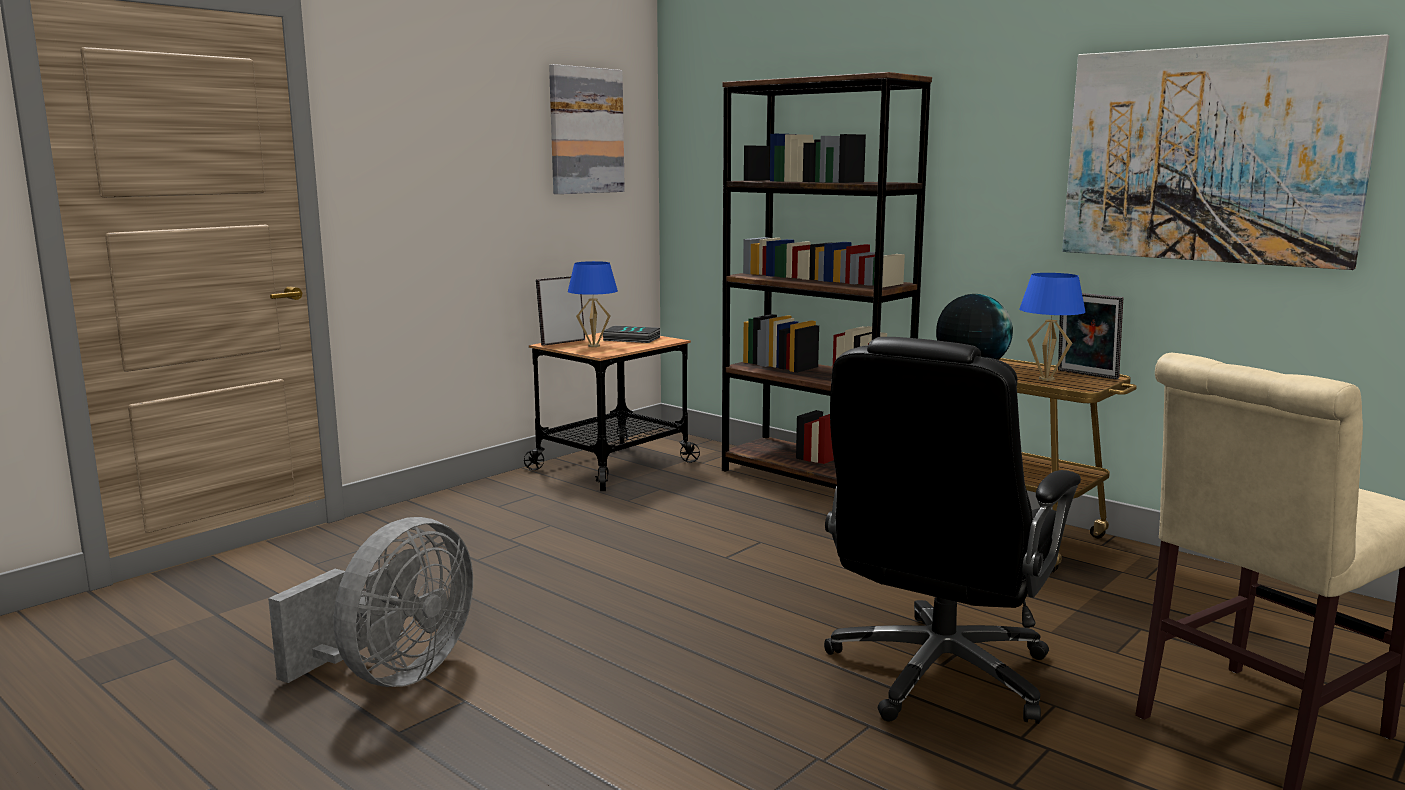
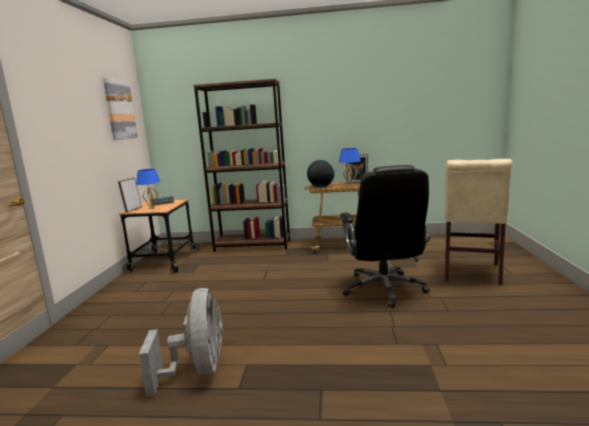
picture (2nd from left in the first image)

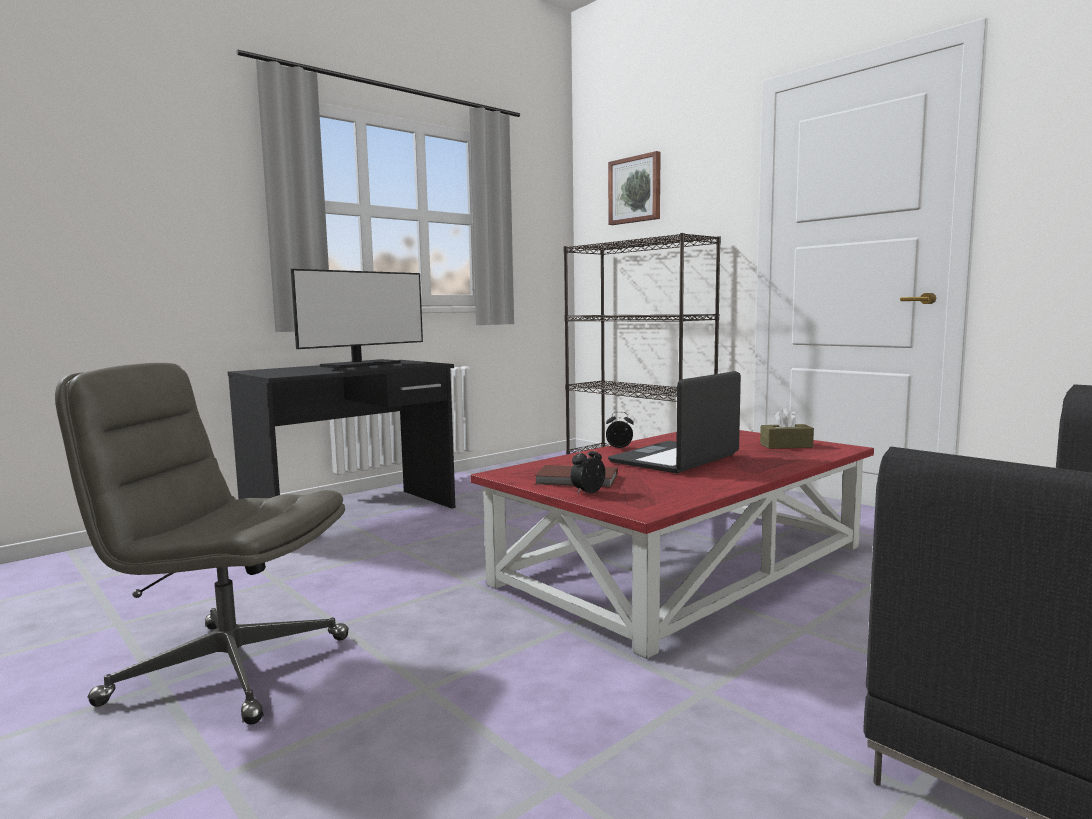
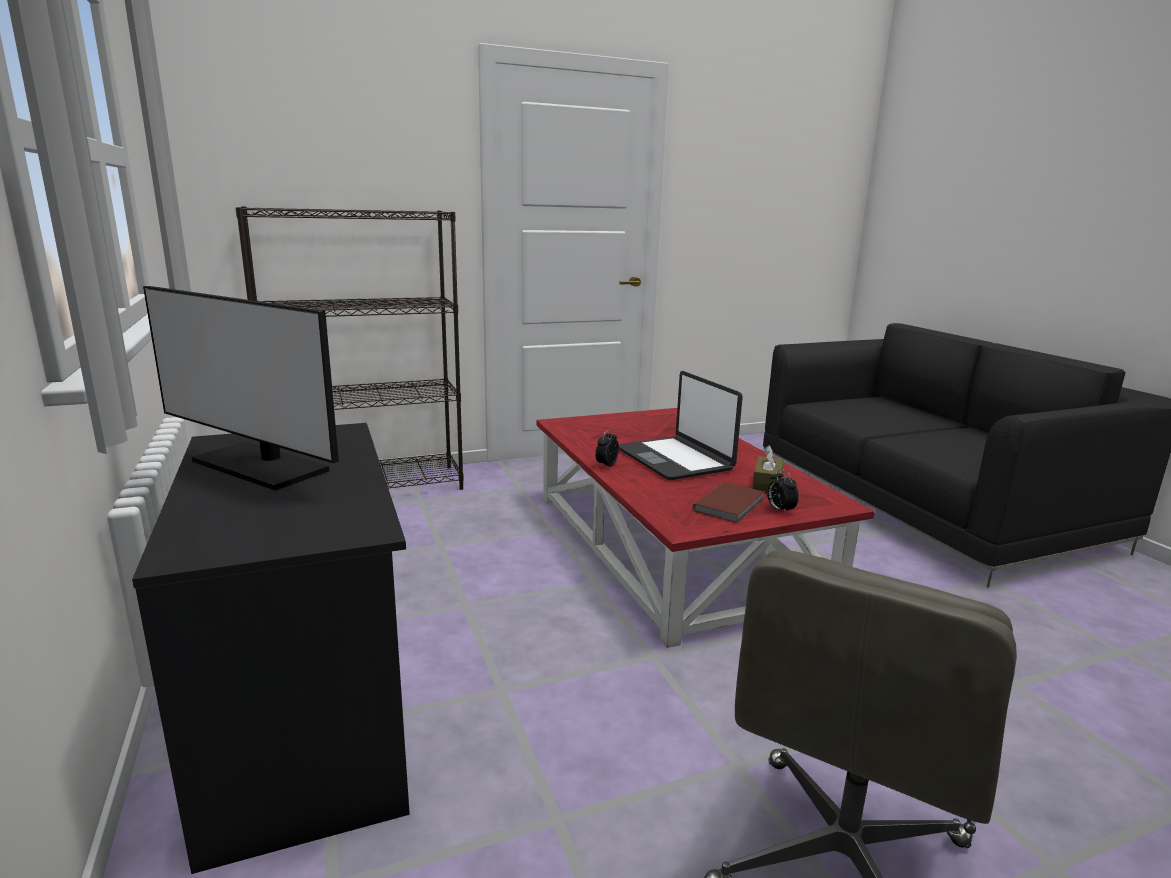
computer display
tissue box (brown)
picture

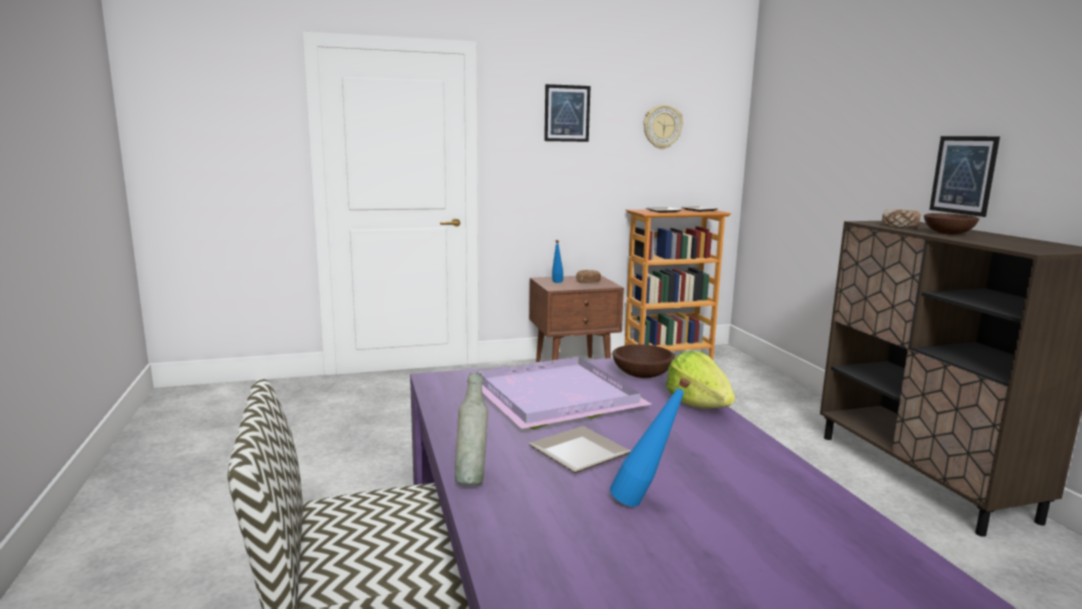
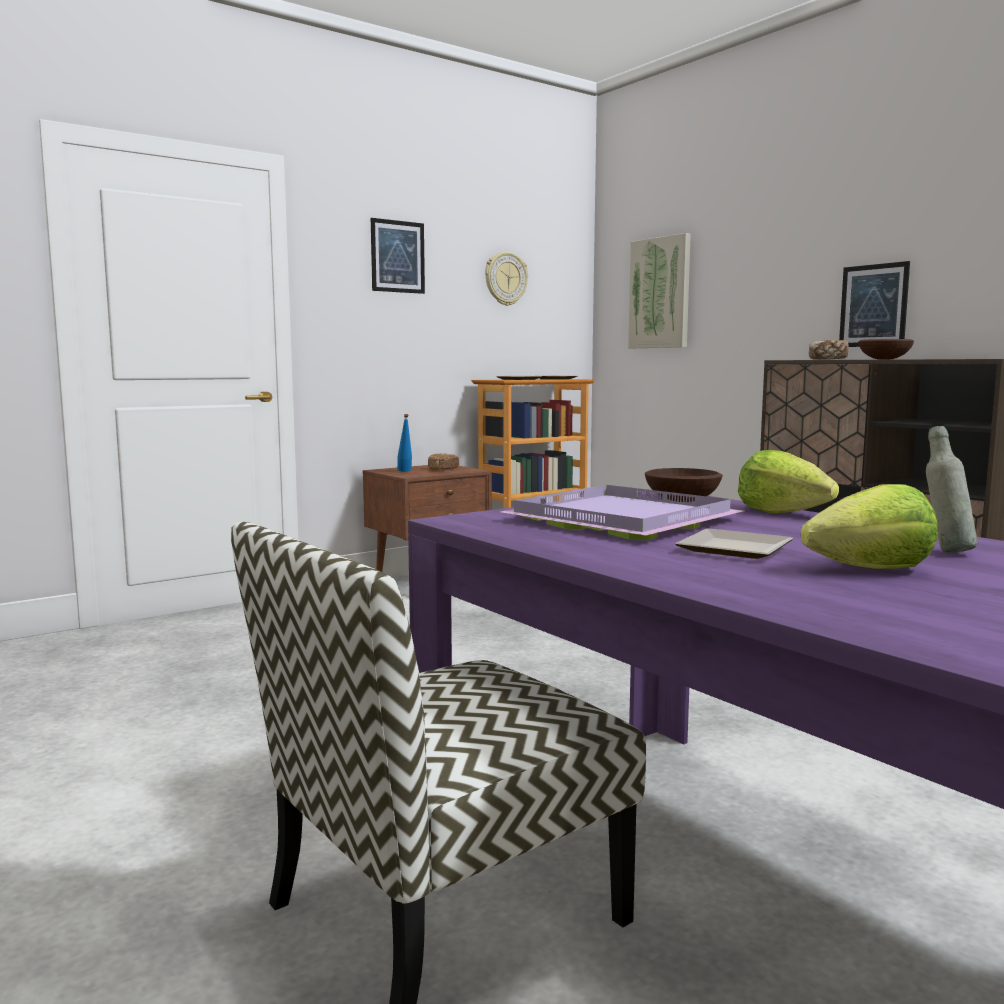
picture (2nd from left)
head of lettuce (2nd from left)
bottle (greyish)

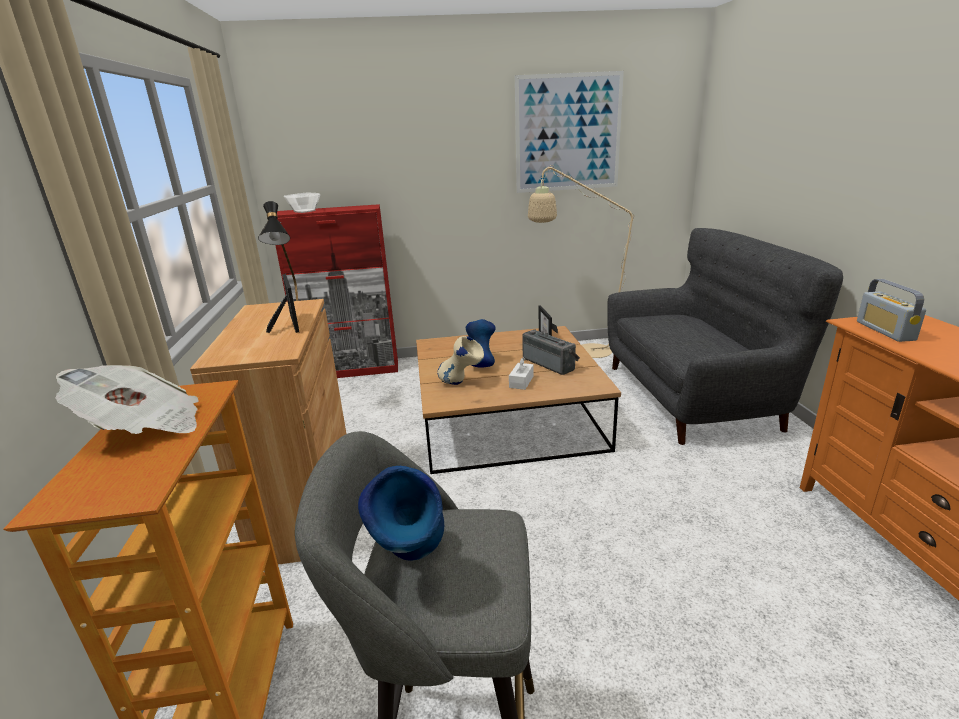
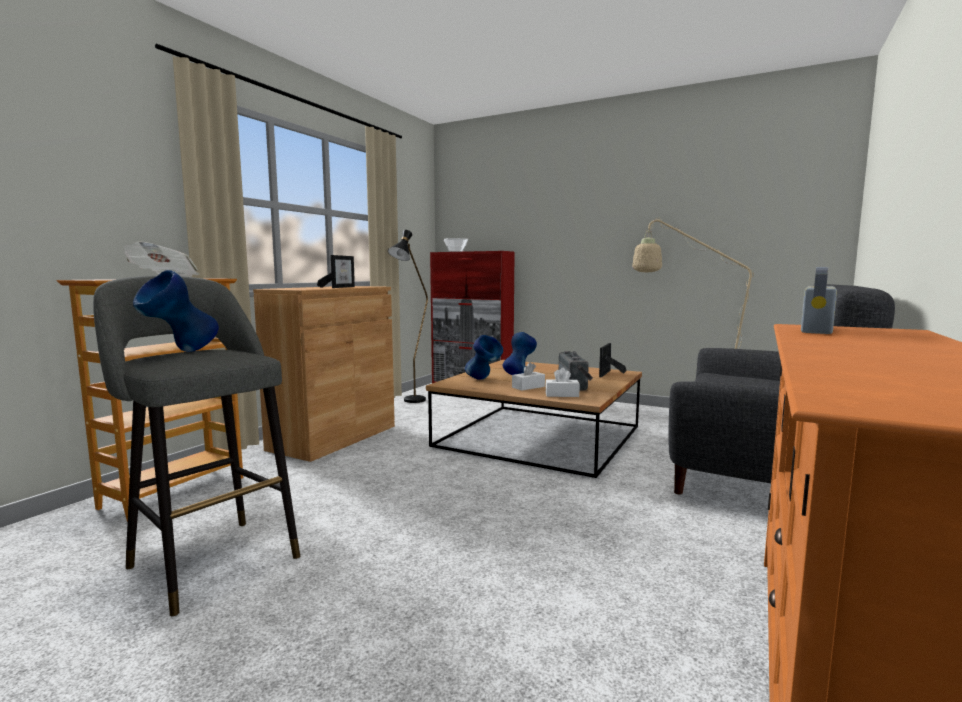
vase (bluish) (2nd from left)
tissue box (white) (2nd from left)
picture

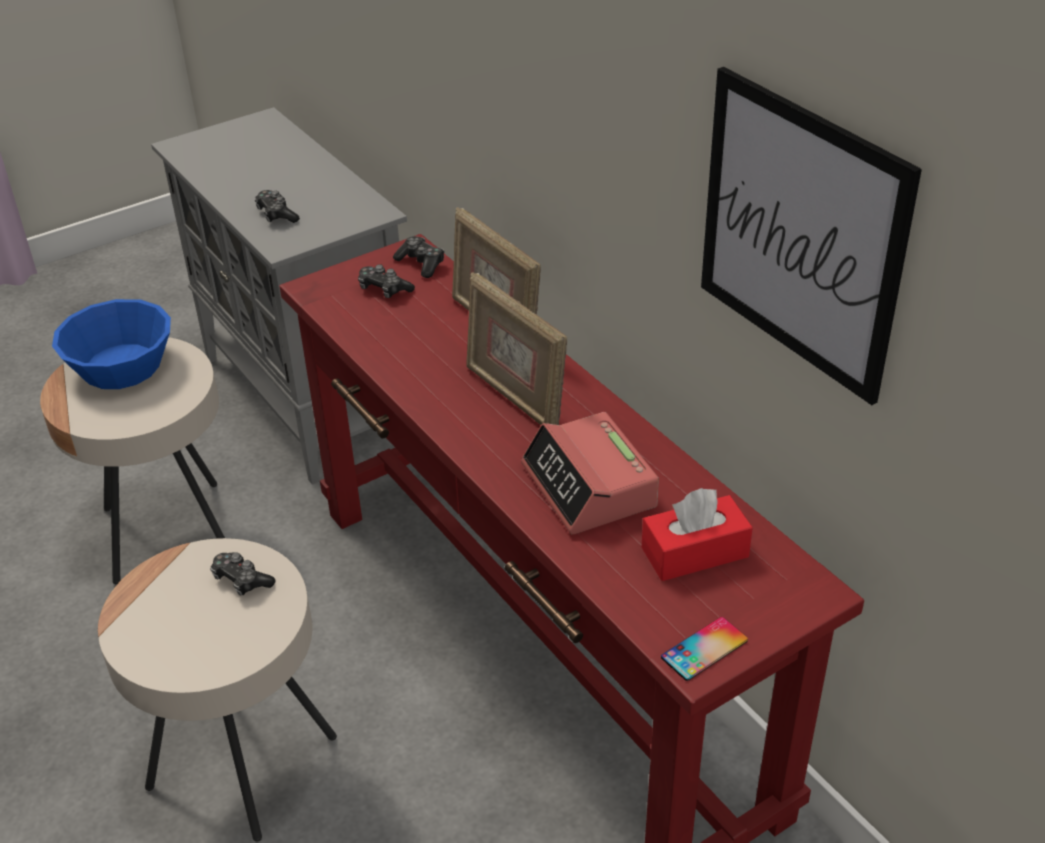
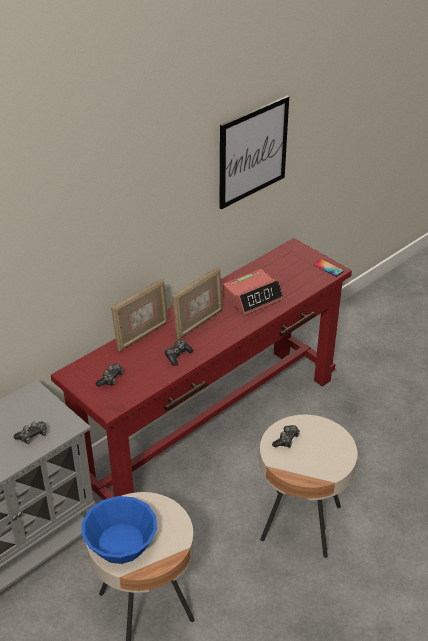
gamepad (3rd from left)
tissue box (red)

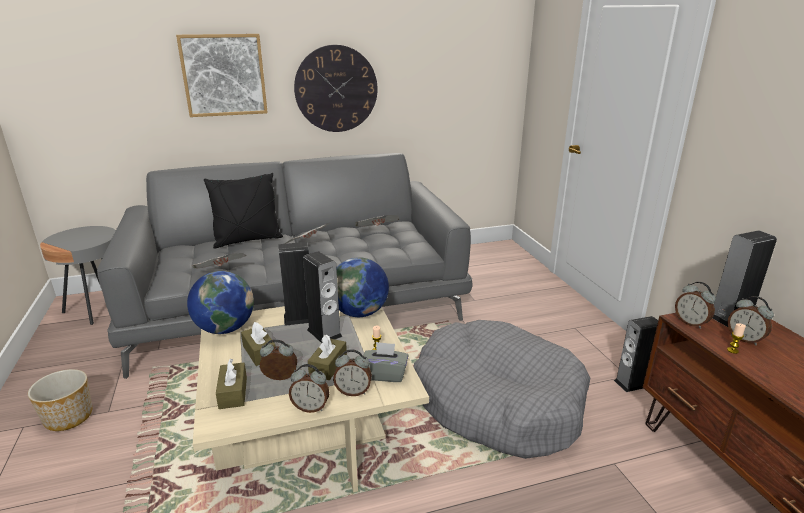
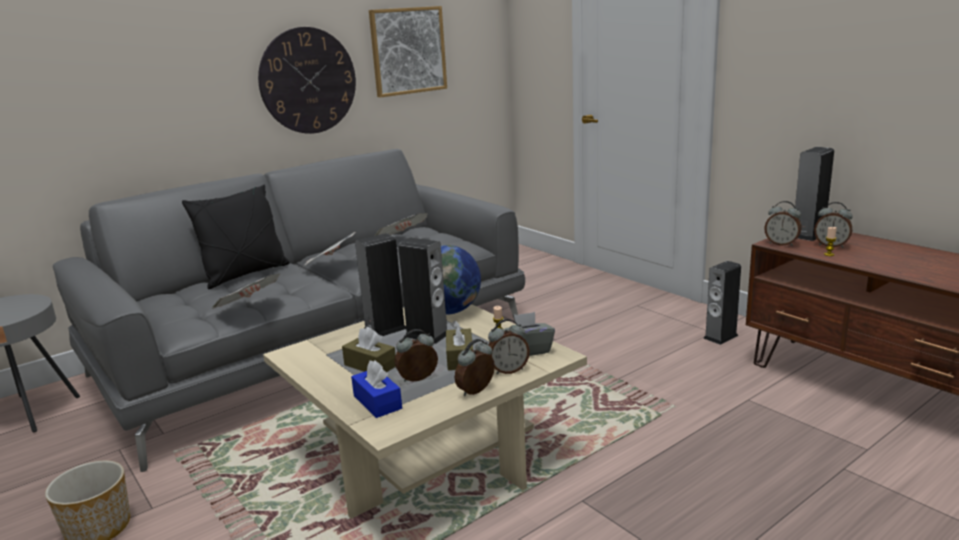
tissue box (bluish)
picture
alarm clock (2nd from left)
desk globe (1st from left in the first image)
dog bed (greyish)

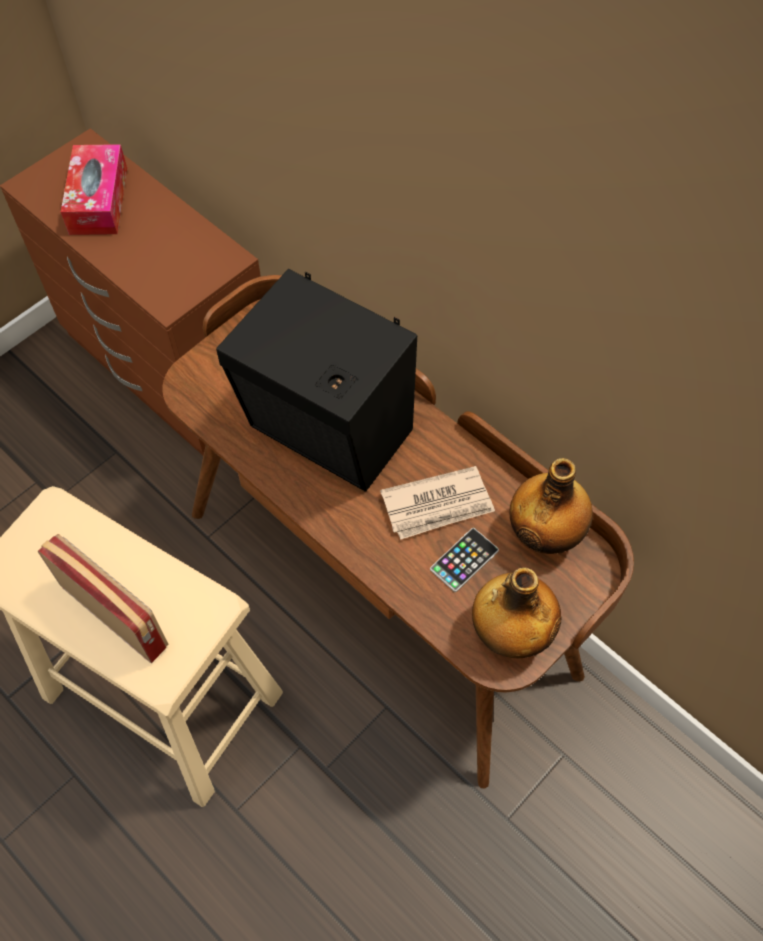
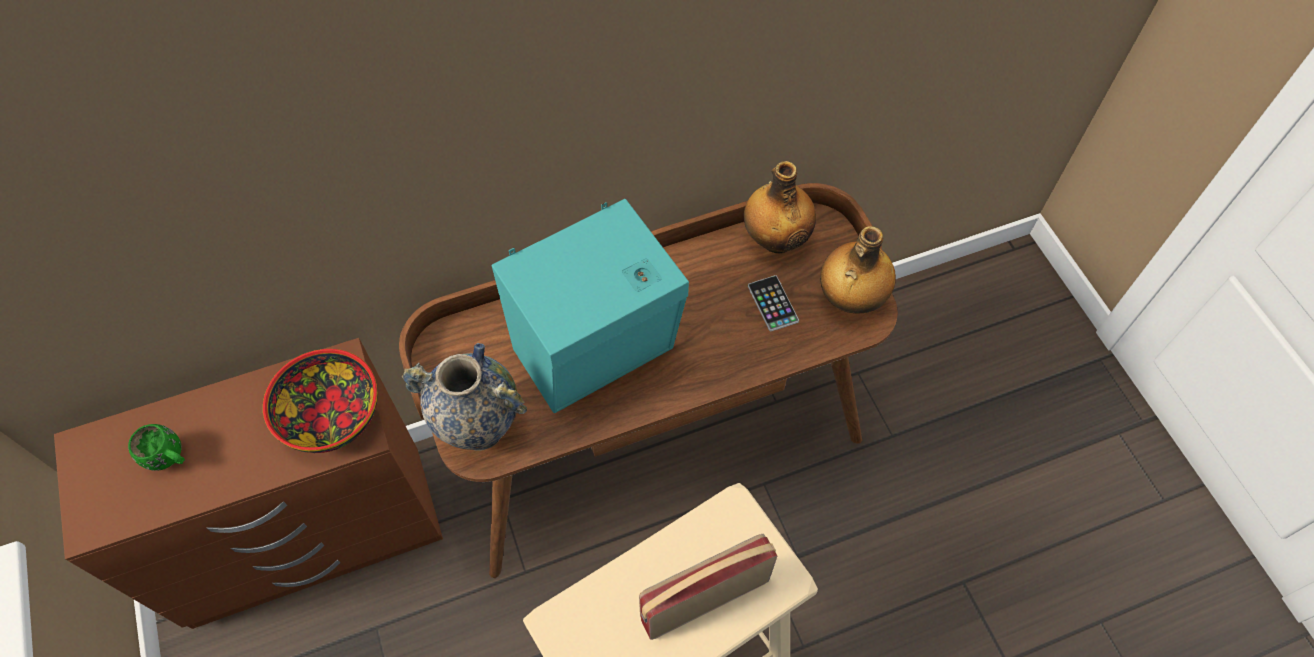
coffee mug (green-coloured)
deep dish
vase
speaker (turquoise-coloured)
daily paper

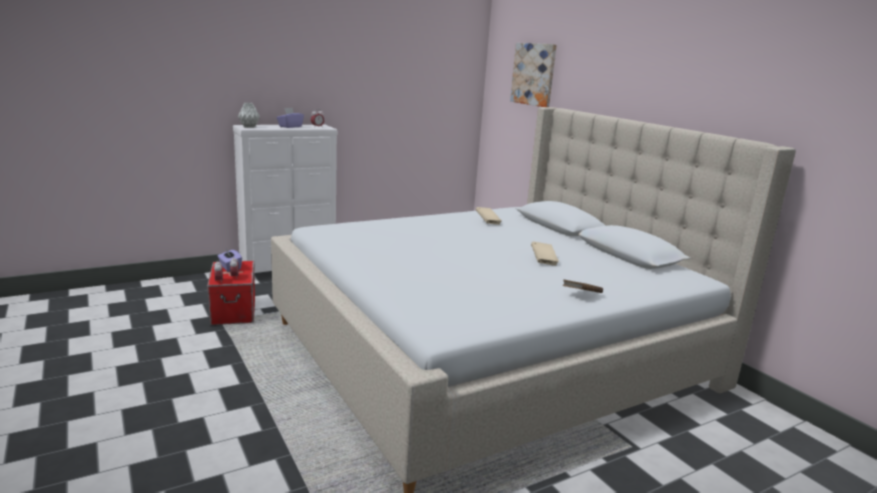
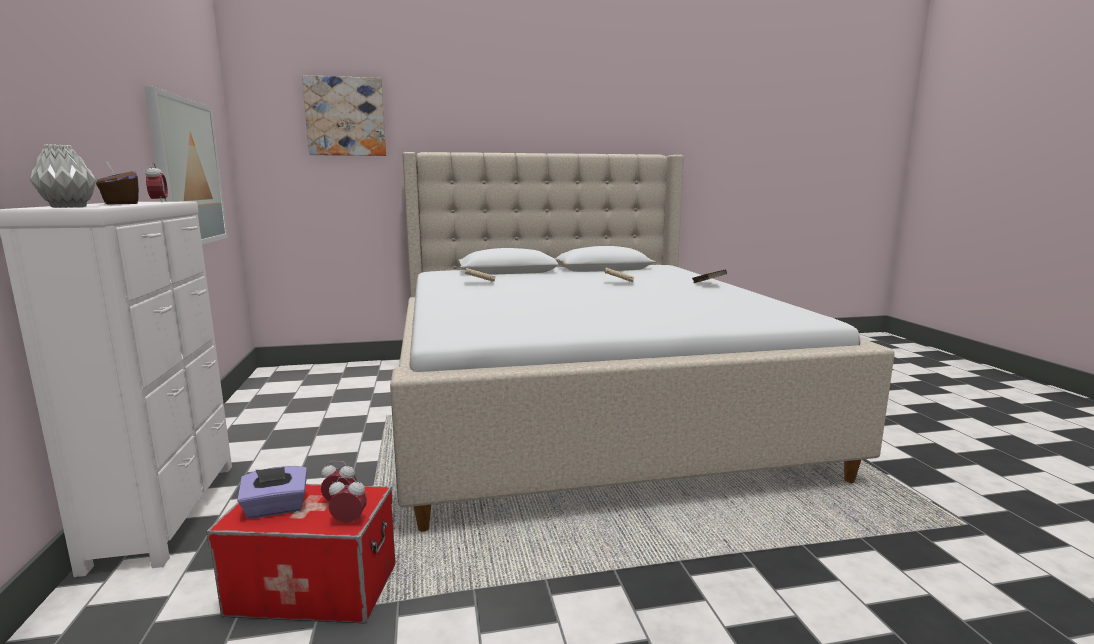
tissue box (brown)
picture (1st from left)

